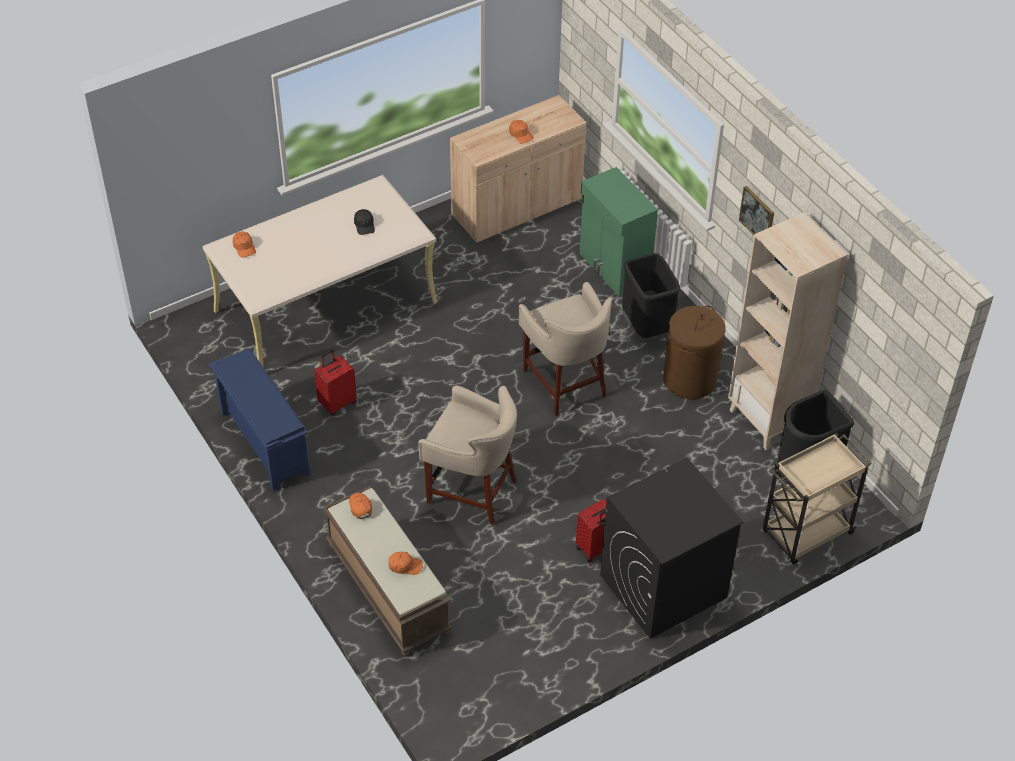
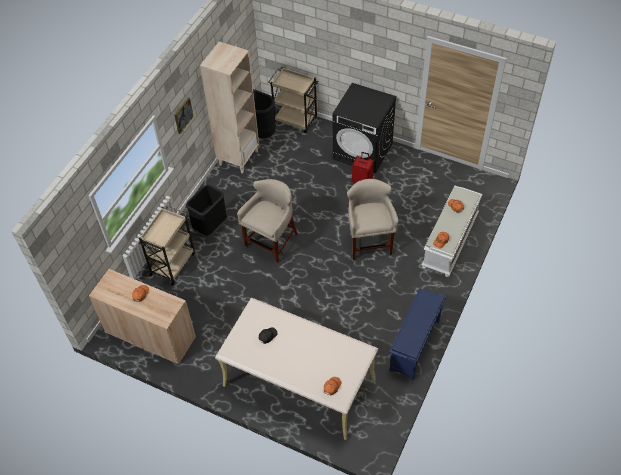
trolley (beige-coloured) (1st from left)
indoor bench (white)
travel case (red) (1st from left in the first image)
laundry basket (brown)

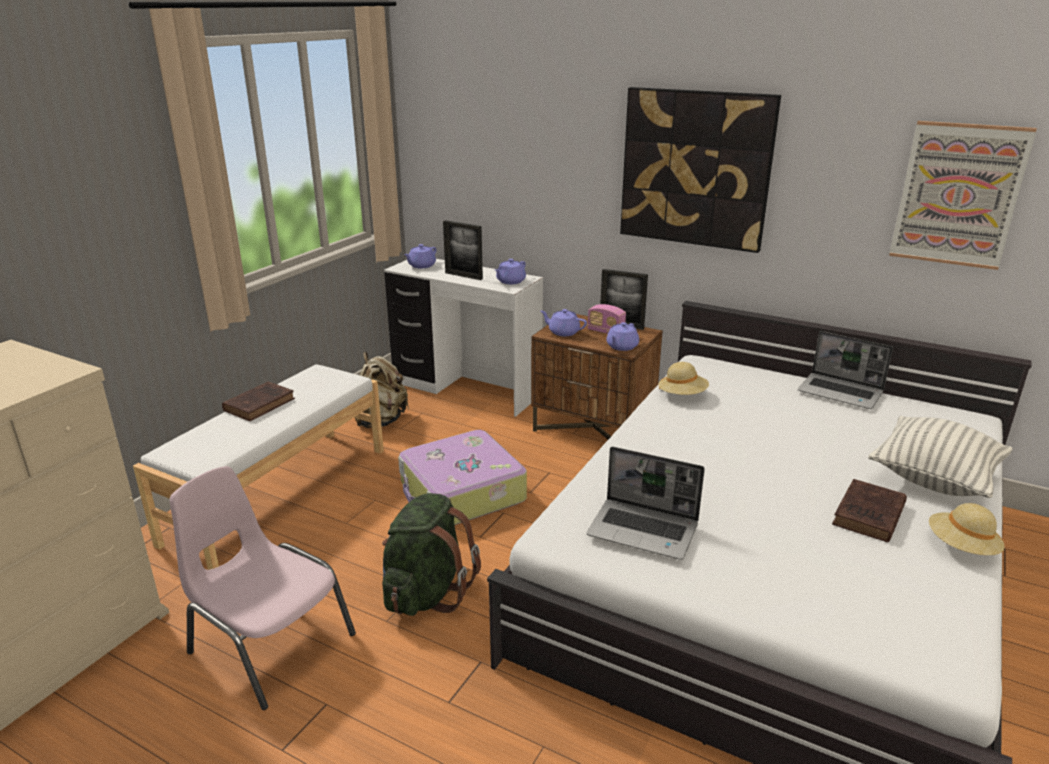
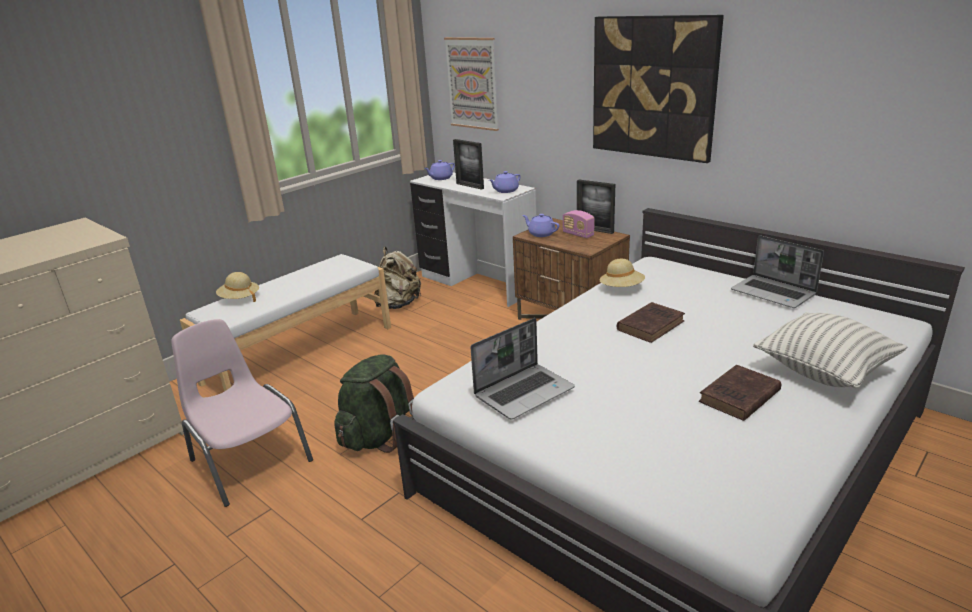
hat (beige-coloured) (1st from left)
picture (1st from left)
notebook computer (1st from left)
book (brown) (1st from left)
travel case
tea pot (purple-coloured) (4th from left in the first image)

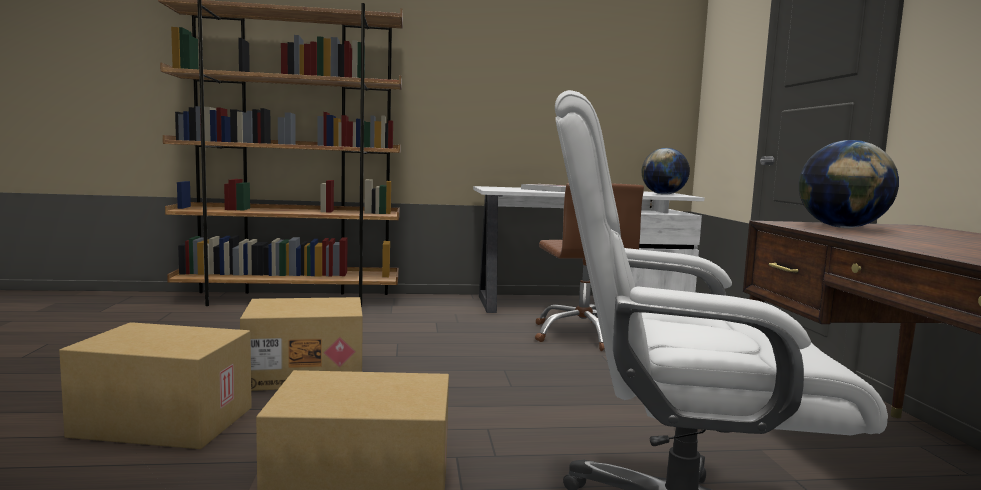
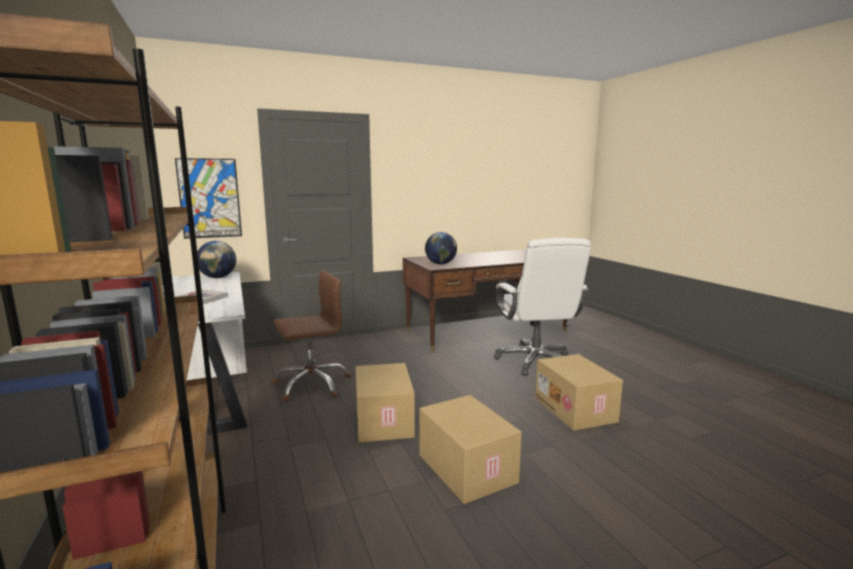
picture
packing box (1st from left)

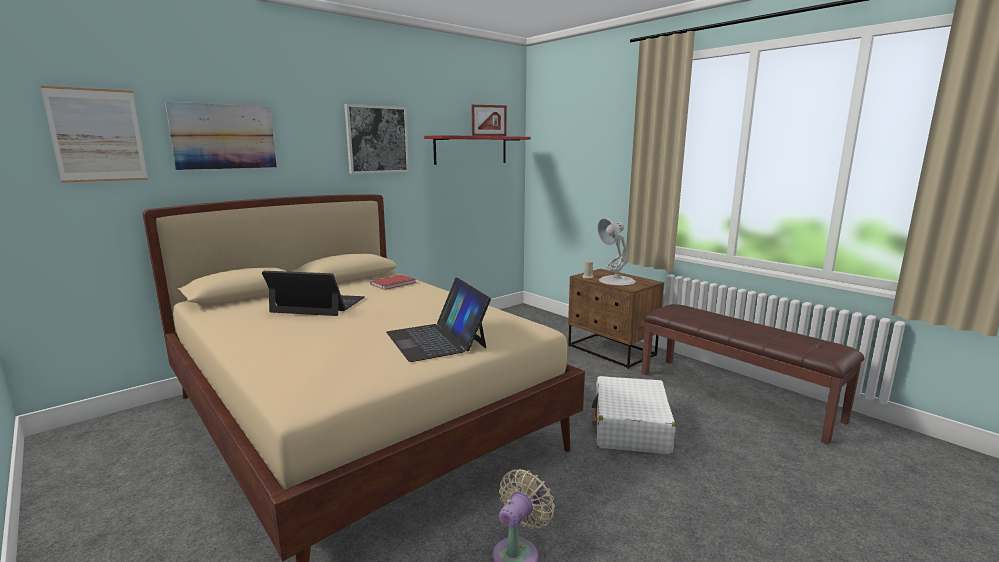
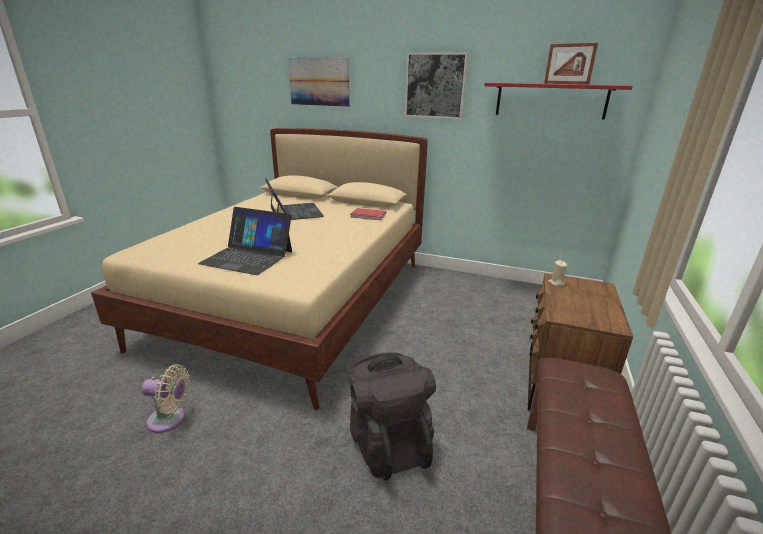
notebook computer (1st from left)
rucksack (black-coloured)
picture (1st from left in the first image)
tabletop lamp (white)

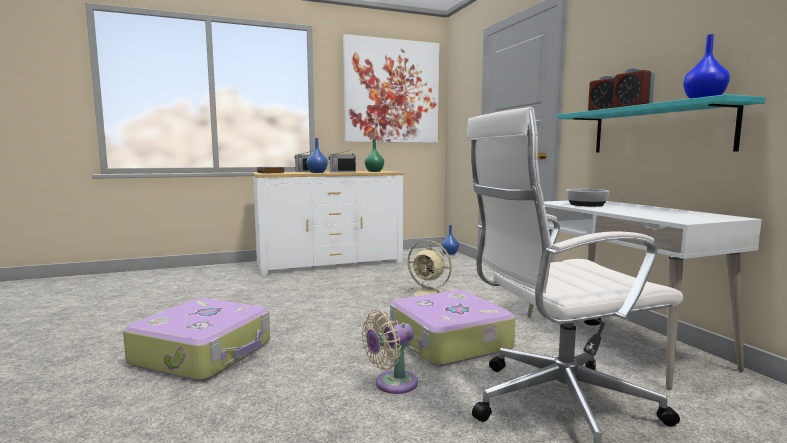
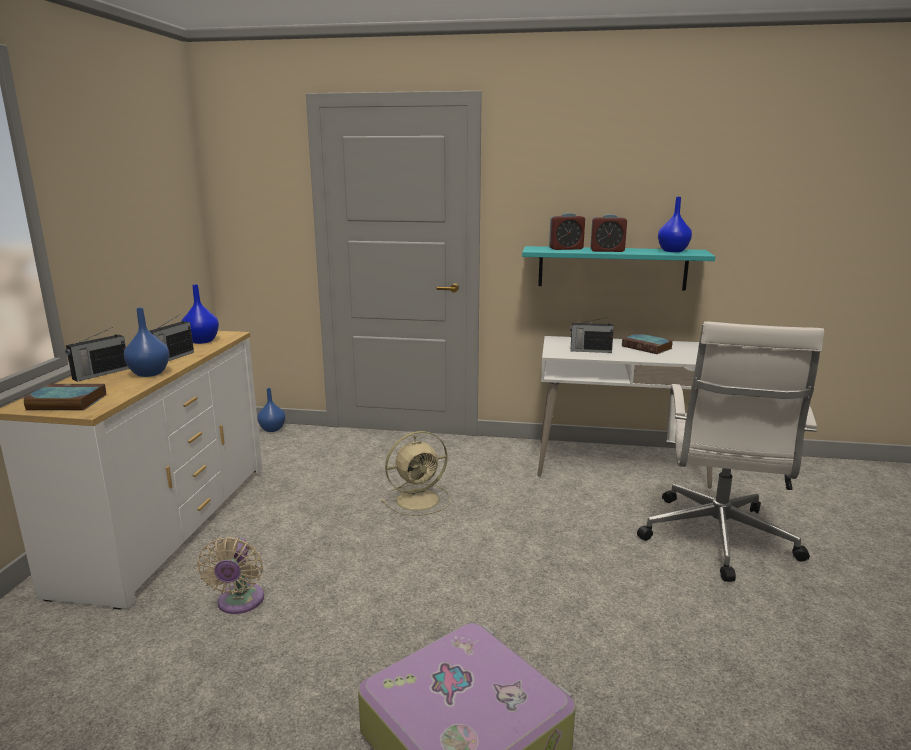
vase (bluish) (2nd from left)
fan (beige-coloured) (1st from left)
radio (3rd from left)
book (2nd from left)
picture
travel case (2nd from left in the first image)

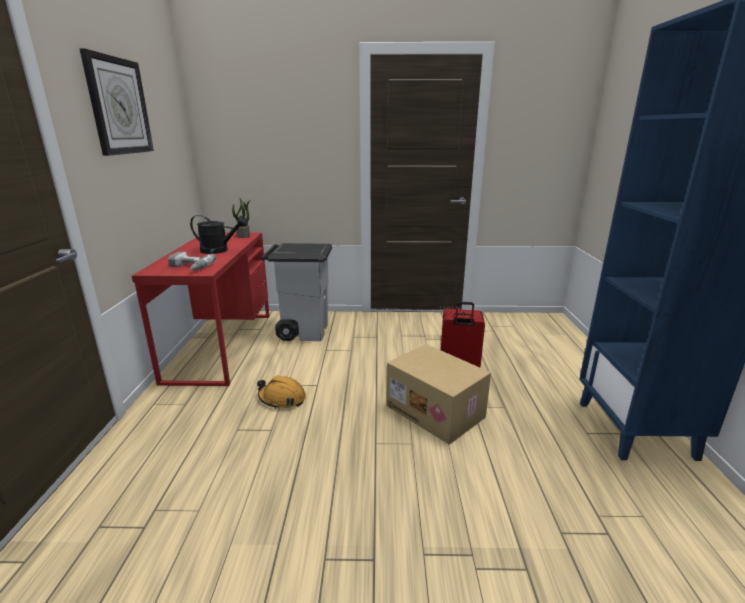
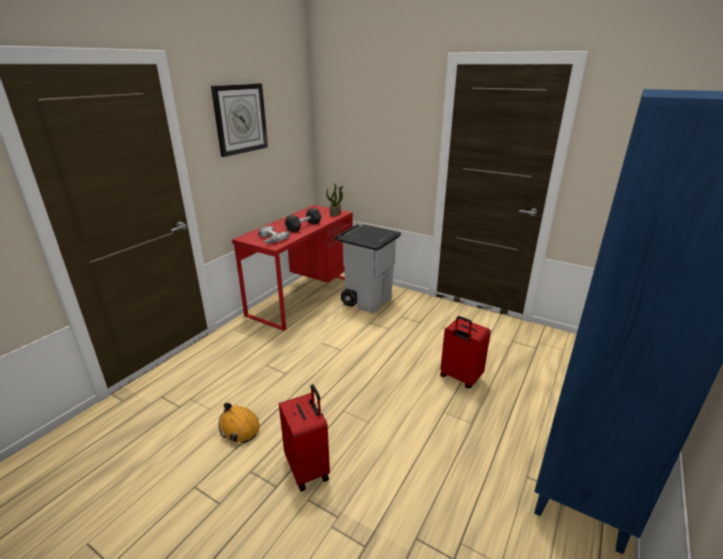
hard hat (orange-coloured)
travel case (red) (1st from left)
free weight (black-coloured)
packing box

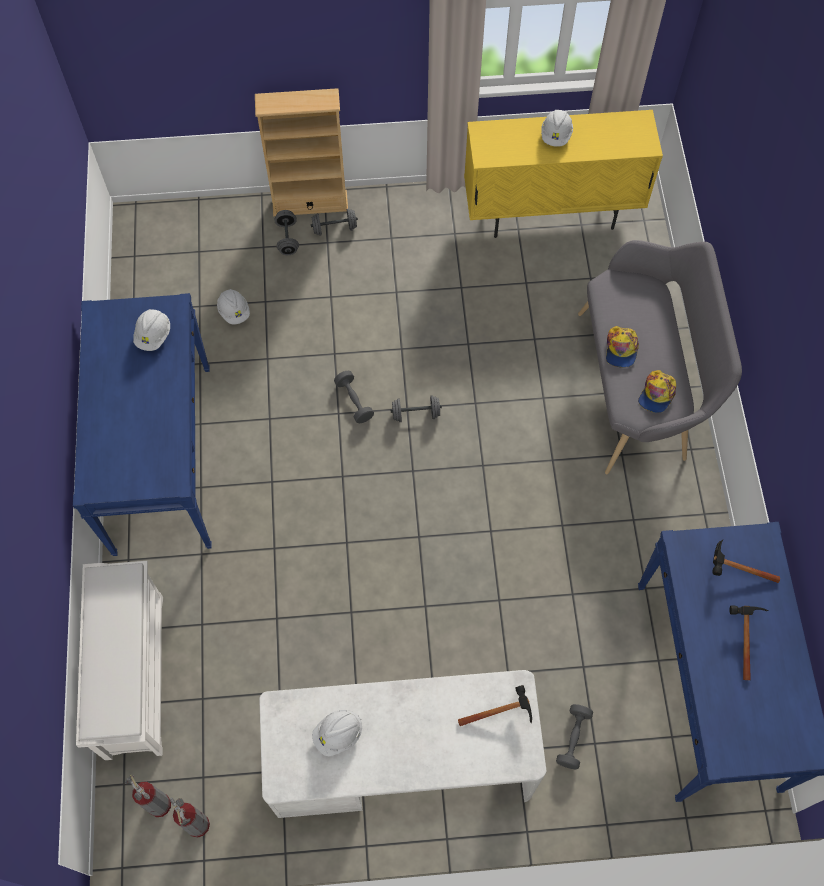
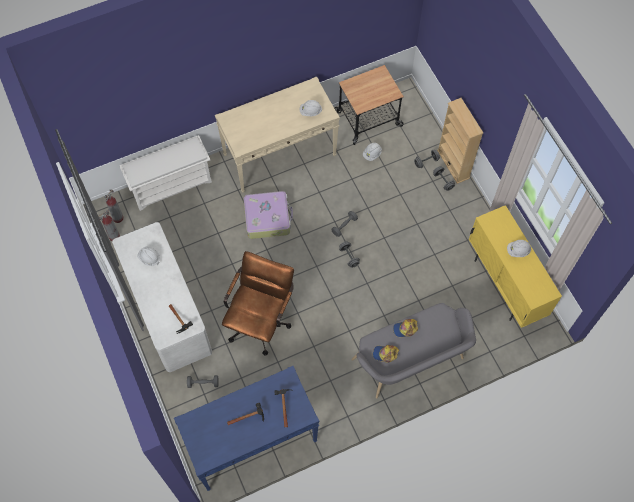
console table (beige-coloured)
computer chair (brown)
travel case
trolley

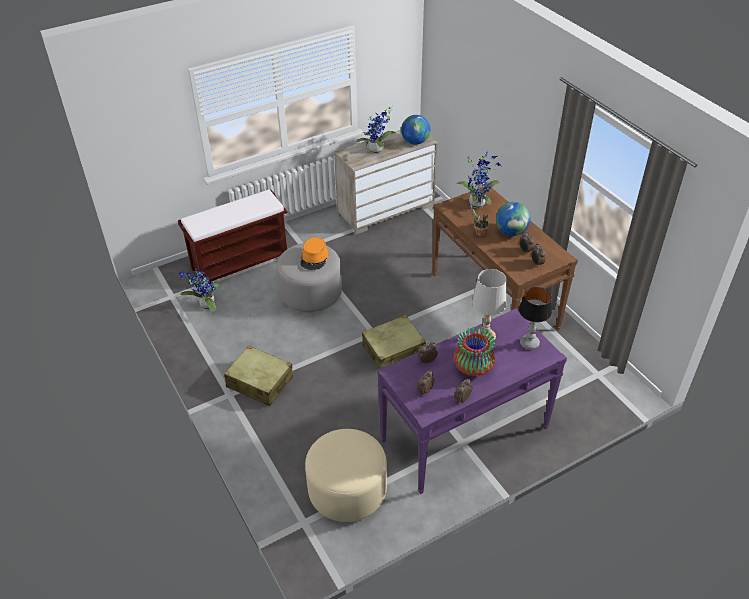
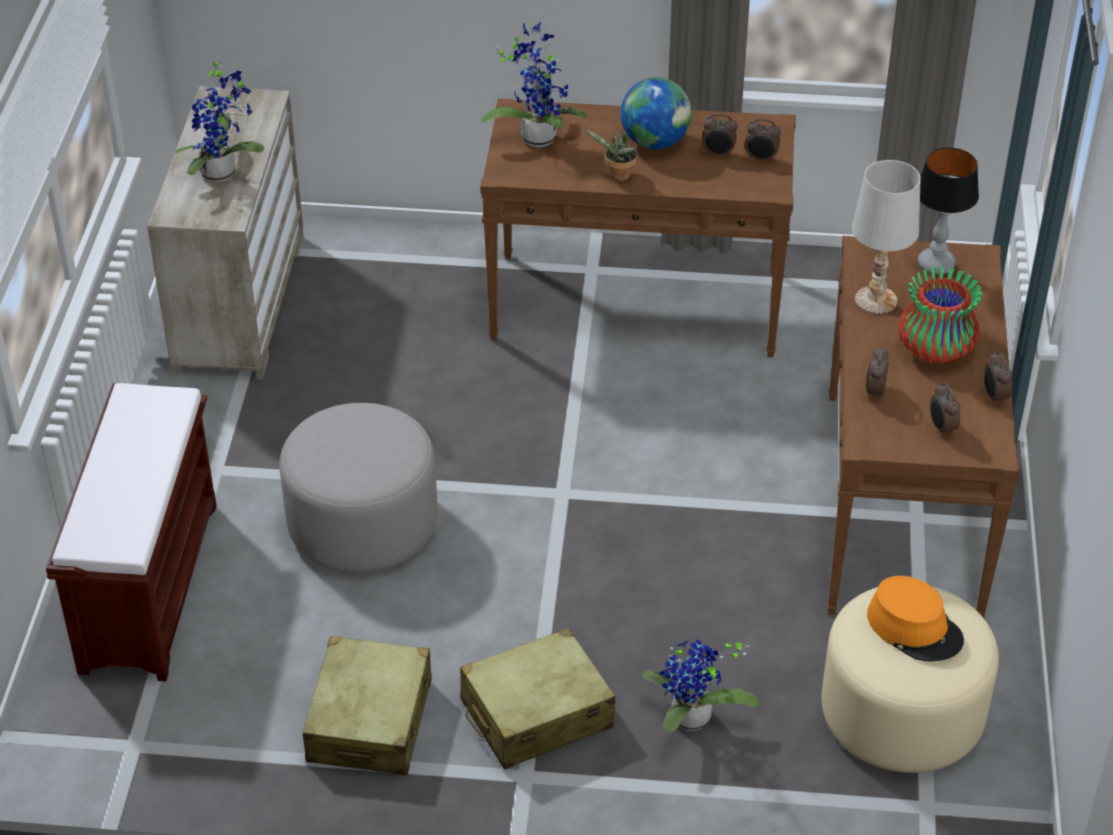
travel case (beige-coloured) (1st from left)
plant in a pot (4th from left)
console table (brown) (2nd from left)
hat (orange-coloured)
desk globe (1st from left in the first image)

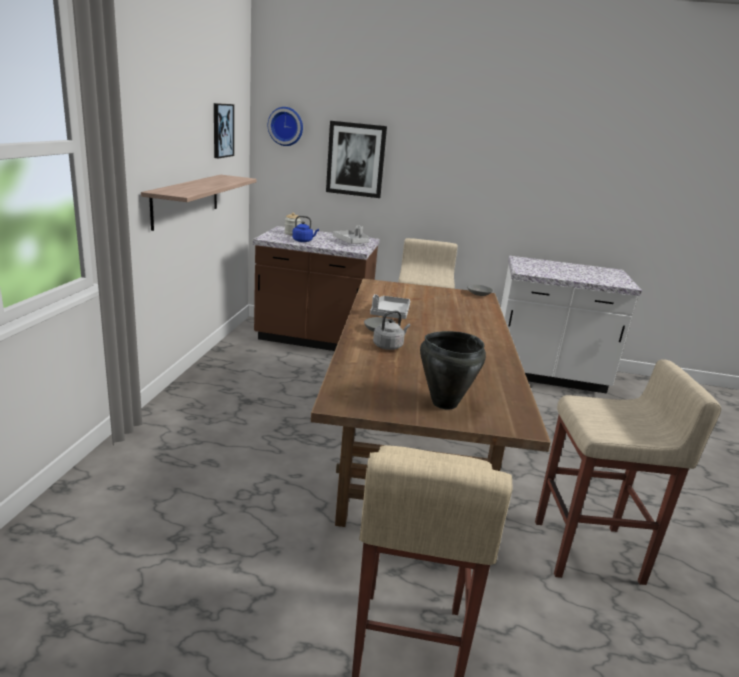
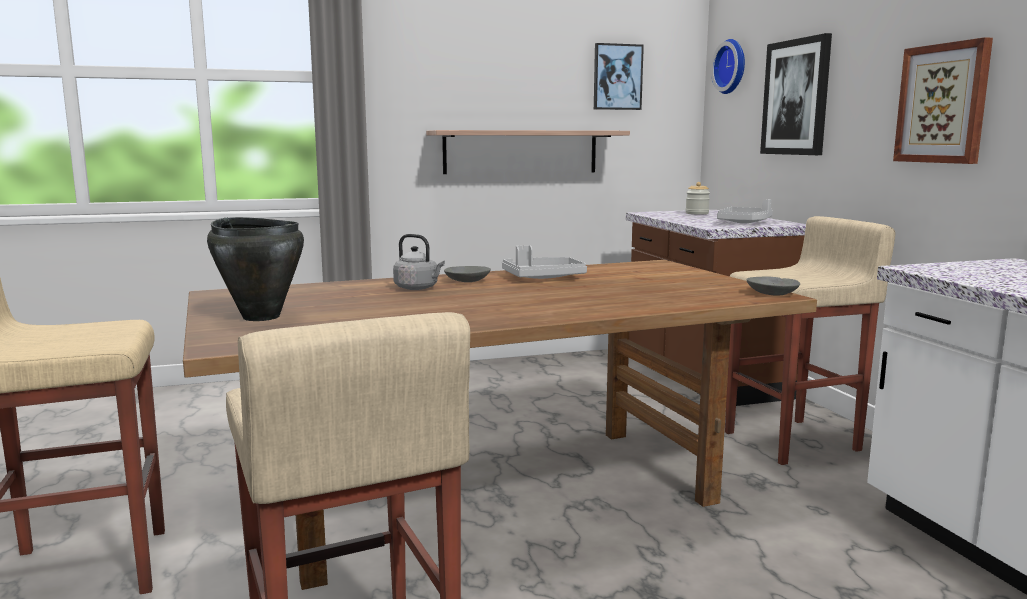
picture (3rd from left)
kettle (bluish)

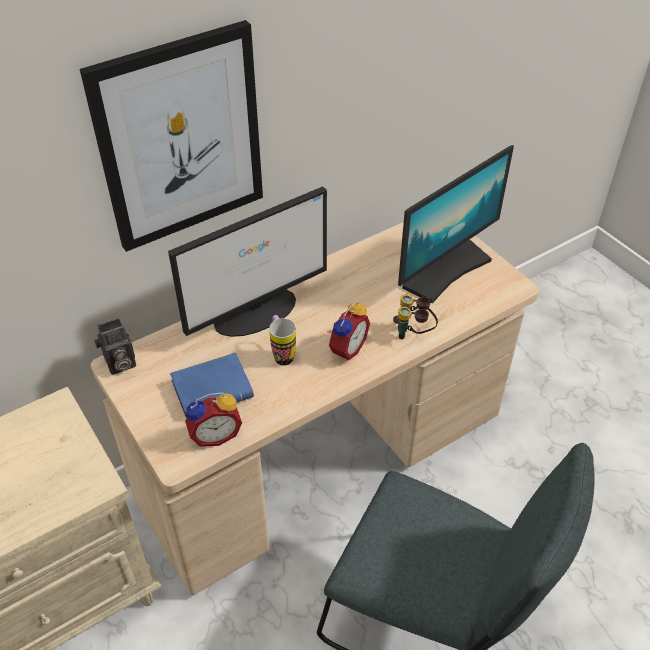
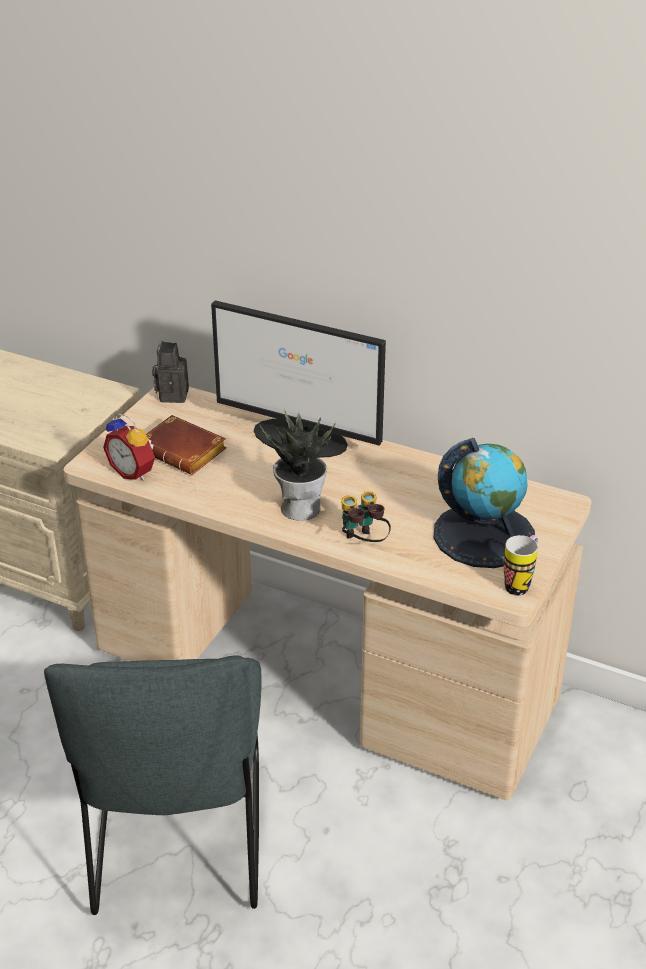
book (brown)
photo camera
plant in a pot
desk globe
coffee mug
picture

